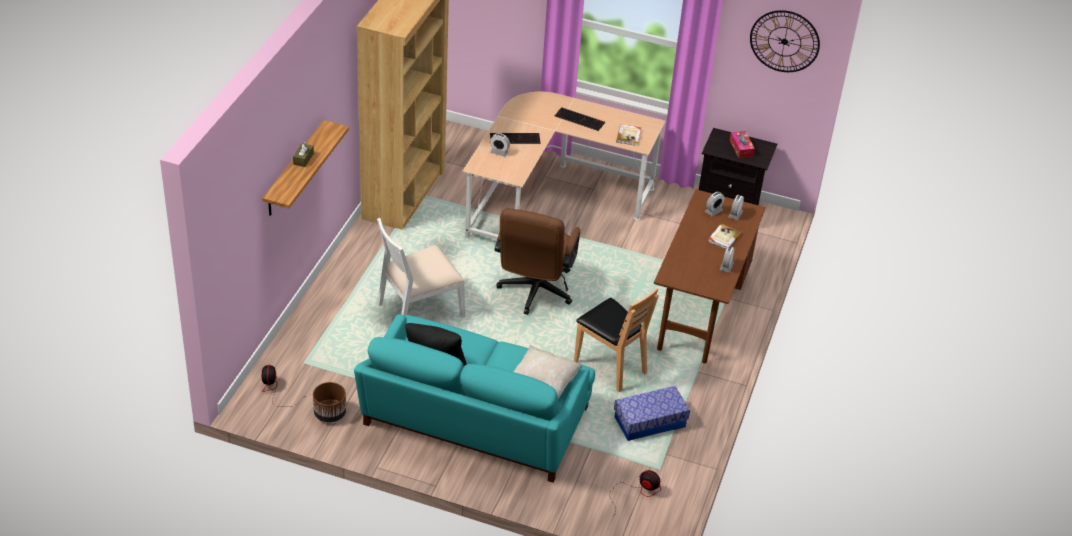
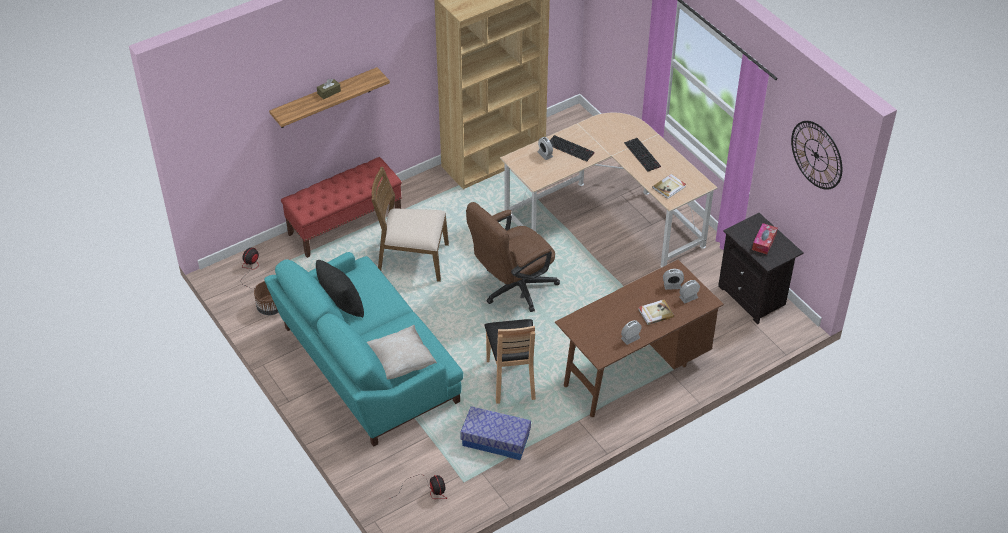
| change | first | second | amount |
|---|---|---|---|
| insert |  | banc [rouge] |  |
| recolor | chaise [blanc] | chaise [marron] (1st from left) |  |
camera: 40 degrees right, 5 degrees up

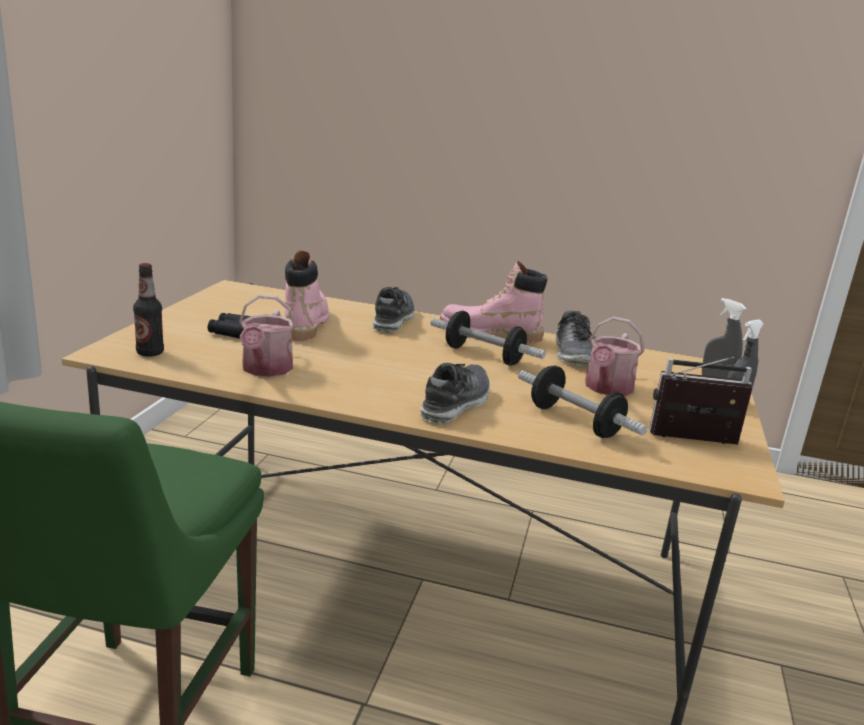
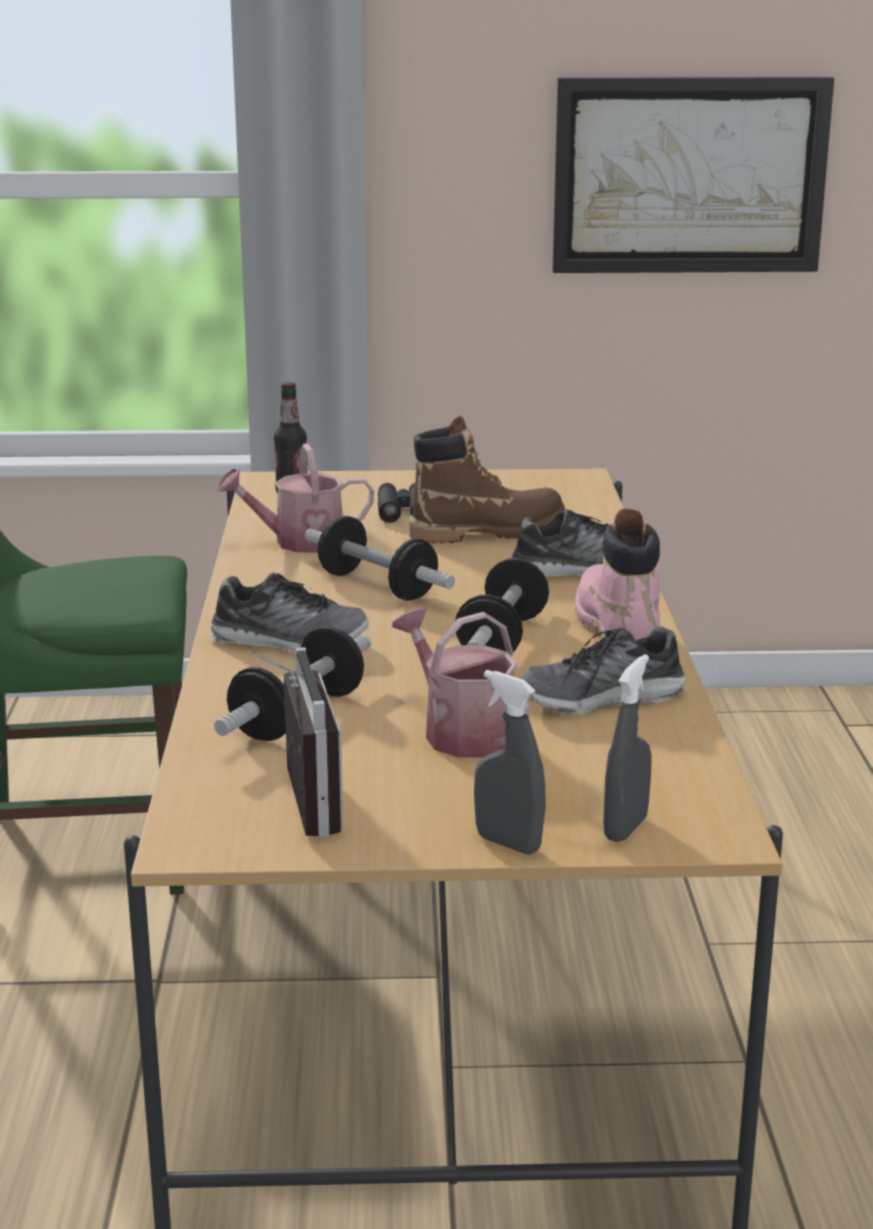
| change | first | second | amount |
|---|---|---|---|
| insert |  | haltère (2nd from left) |  |
| insert |  | tableau |  |
| recolor | botte [rose] (1st from left) | botte [marron] |  |
| rotate | arrosoir (2nd from left) |  | 45 degrees clockwise |
camera: 75 degrees right, 0 degrees up

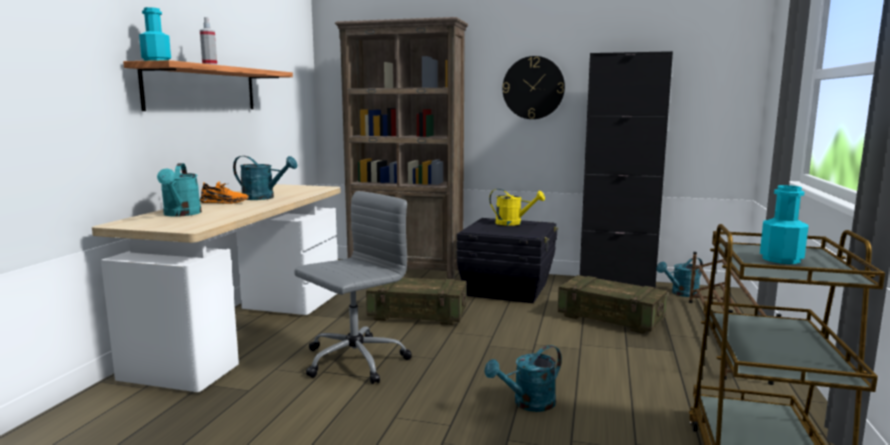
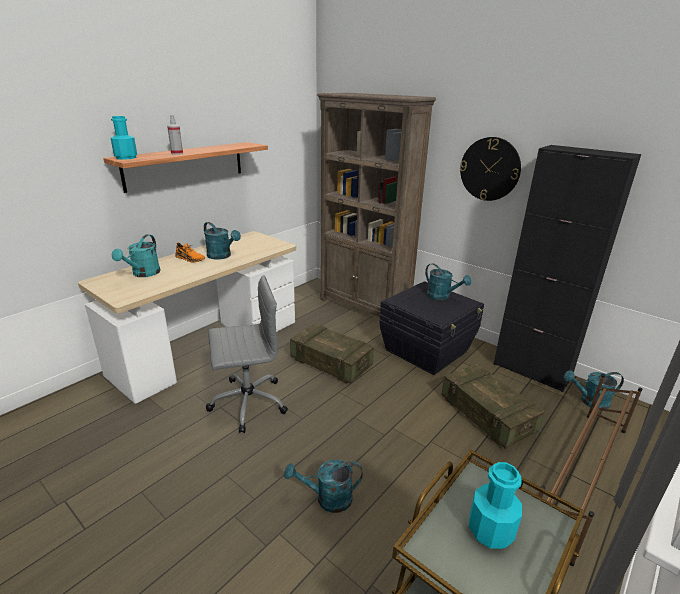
| change | first | second | amount |
|---|---|---|---|
| recolor | arrosoir [jaune] | arrosoir [turquoise] (4th from left) |  |
camera: 25 degrees right, 15 degrees up

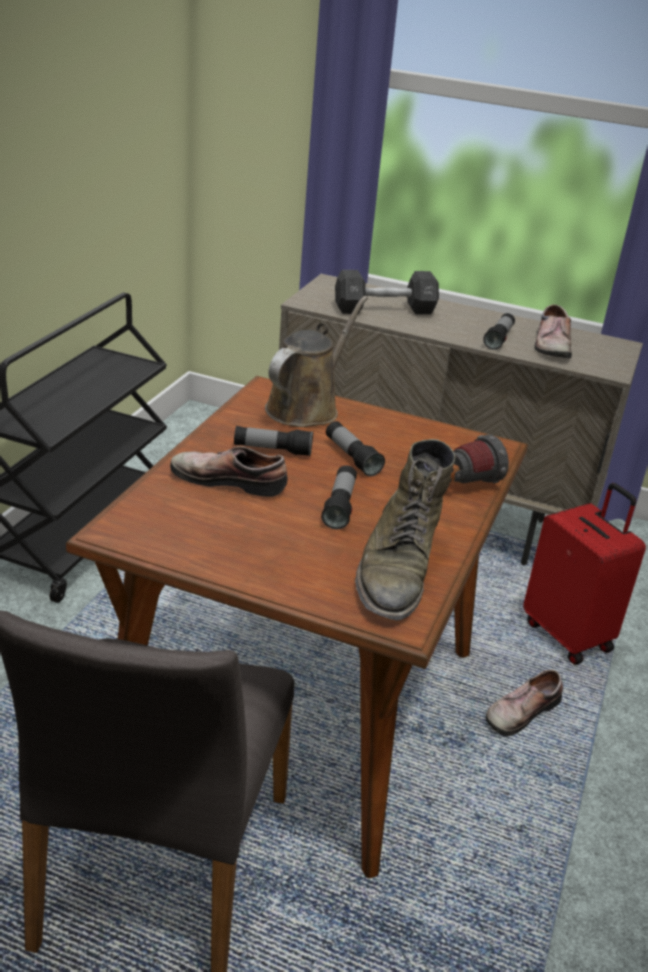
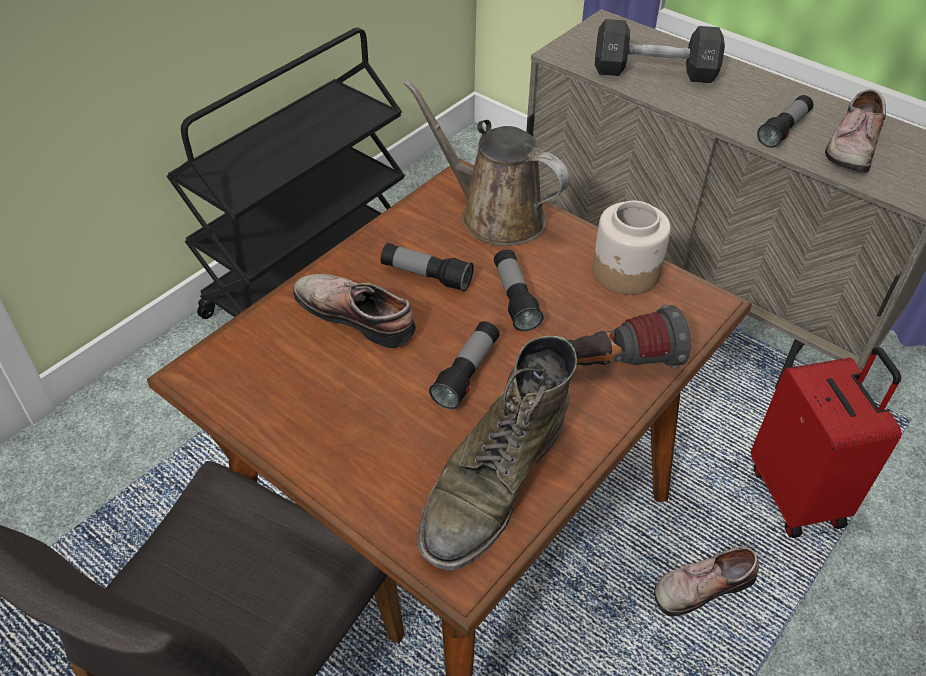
| change | first | second | amount |
|---|---|---|---|
| insert |  | bocal |  |
| rotate | arrosoir [marron] |  | 105 degrees counterclockwise |
camera: 20 degrees right, 15 degrees up

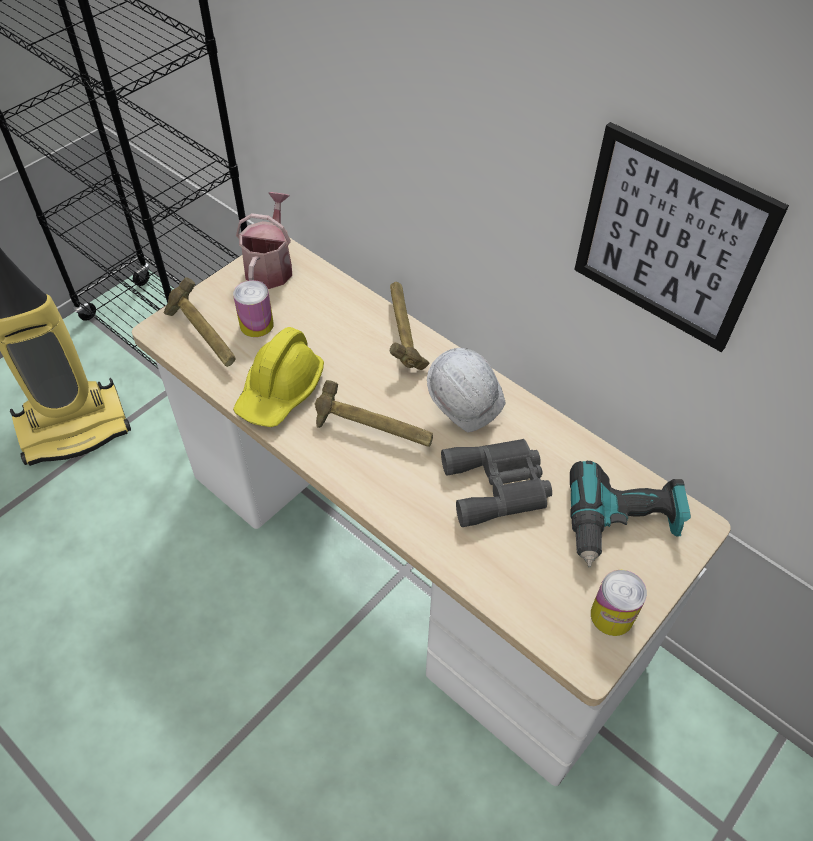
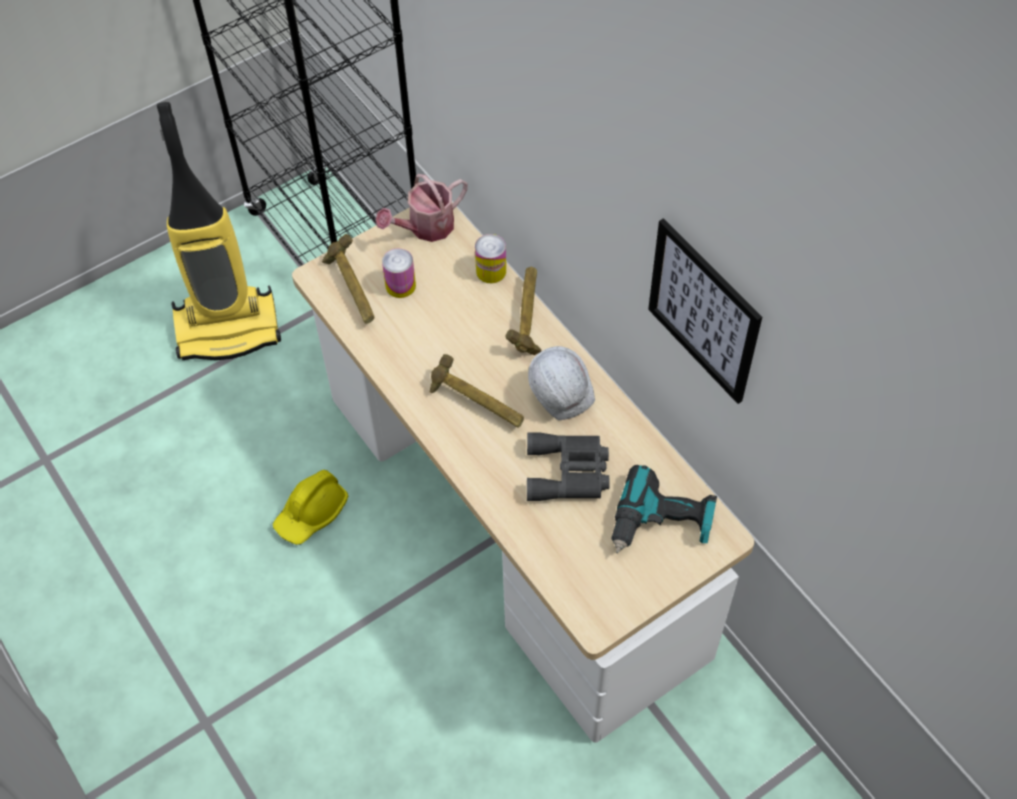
| change | first | second | amount |
|---|---|---|---|
| move | casque de chantier [jaune] |  |  |
| move | boîte métallique (2nd from left) |  |  |
| rotate | arrosoir |  | 150 degrees counterclockwise |
camera: 15 degrees right, 5 degrees up

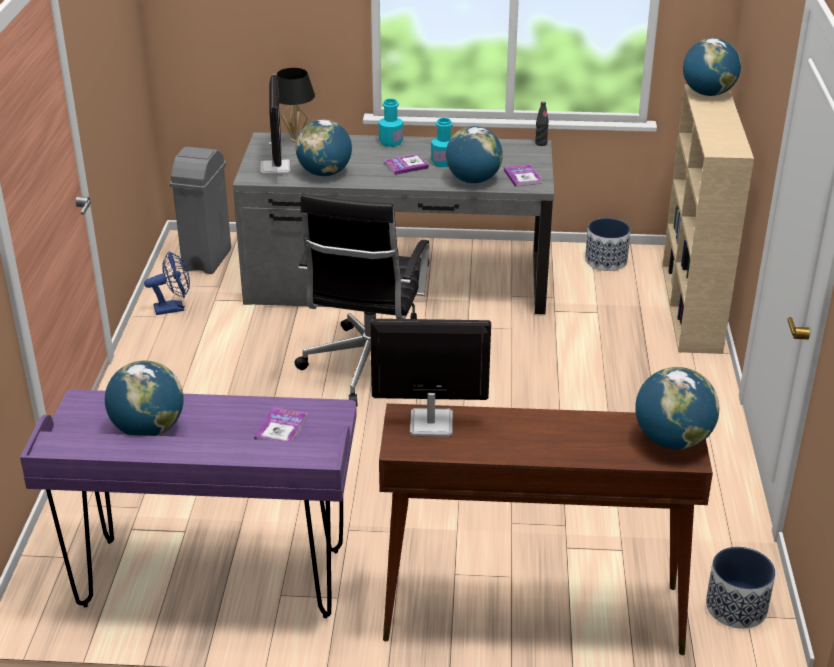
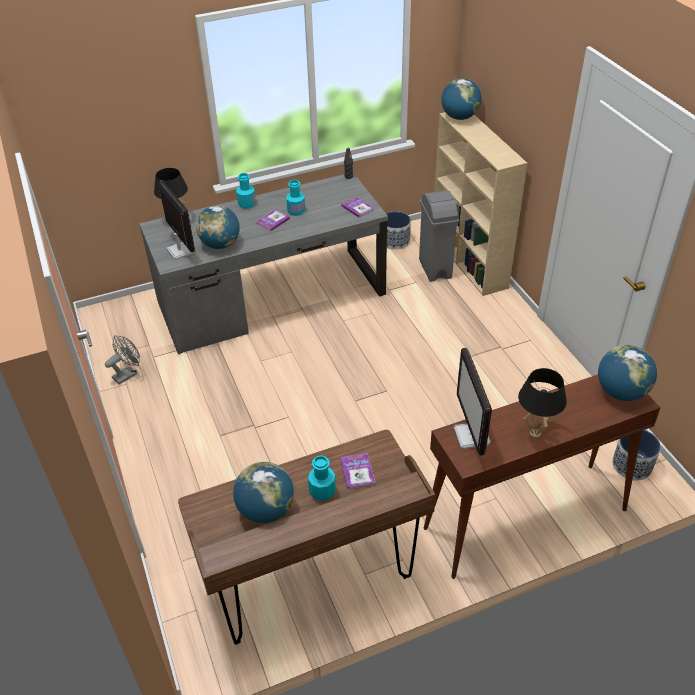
| change | first | second | amount |
|---|---|---|---|
| delete | chaise de bureau [noir] |  |  |
| delete | globe (3rd from left) |  |  |
| insert |  | bouteille [turquoise] (3rd from left) |  |
| insert |  | lampe de table [noir] (2nd from left) |  |
| move | poubelle [gris] |  |  |
| recolor | bureau [violet] | bureau [marron] |  |
| recolor | ventilateur [bleu] | ventilateur [gris] |  |
| rotate | écran d'ordinateur (2nd from left) |  | 75 degrees counterclockwise |
camera: 25 degrees left, 10 degrees up

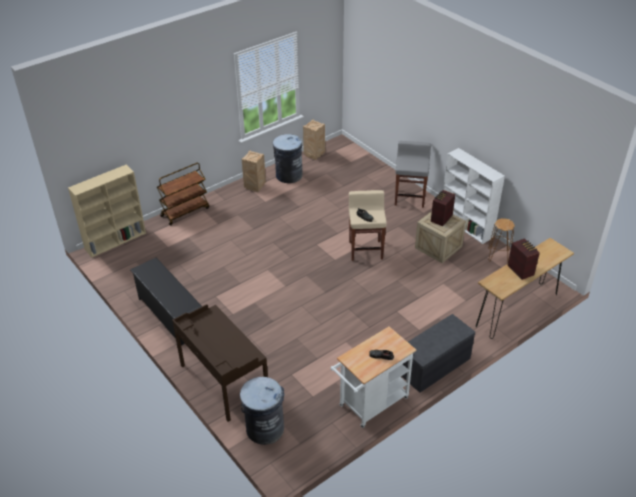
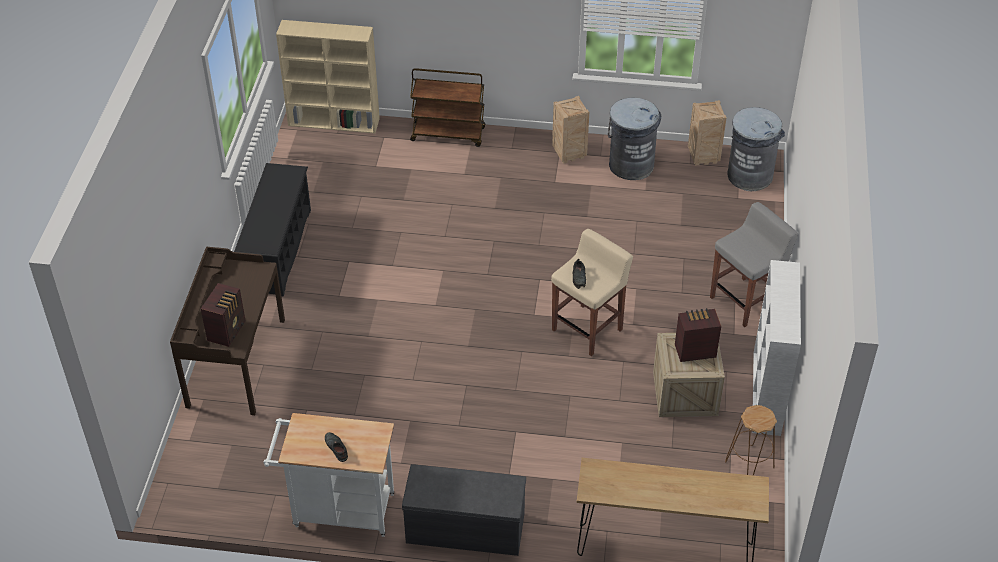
| change | first | second | amount |
|---|---|---|---|
| move | poubelle [gris] (1st from left in the first image) | poubelle [gris] (2nd from left) |  |
| move | radio (2nd from left in the first image) | radio (1st from left) |  |
camera: 45 degrees right, 5 degrees up

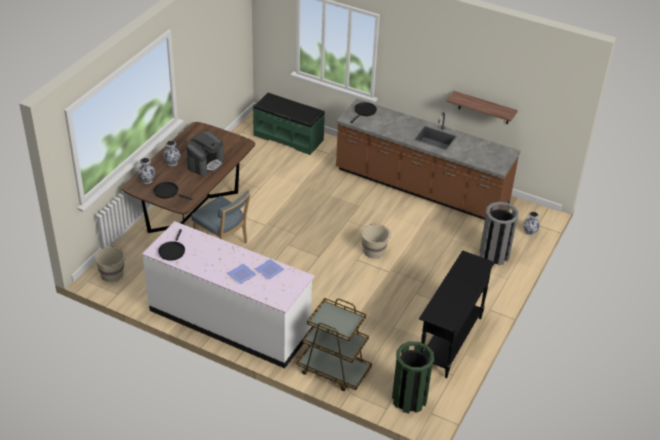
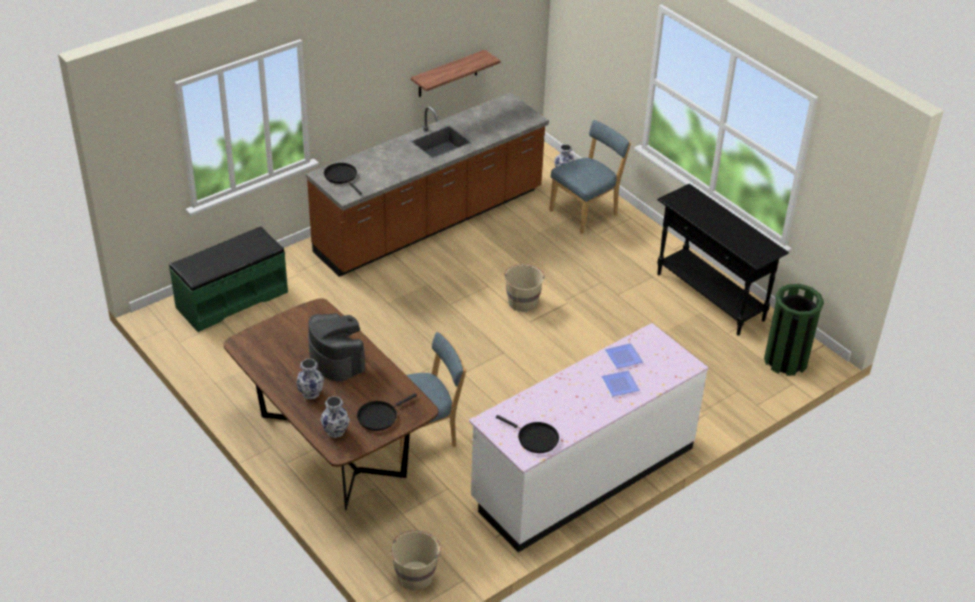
| change | first | second | amount |
|---|---|---|---|
| delete | chariot [marron] |  |  |
| replace | poubelle [gris] | chaise [bleu] (2nd from left) |  |
camera: 65 degrees left, 0 degrees up

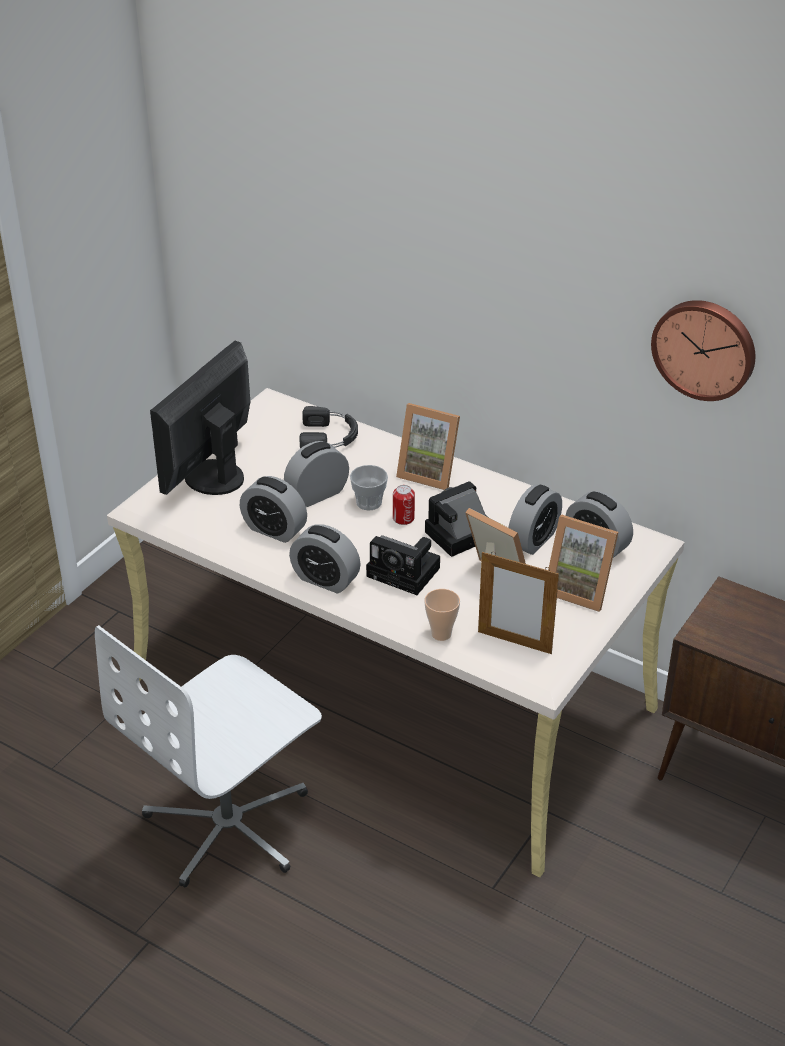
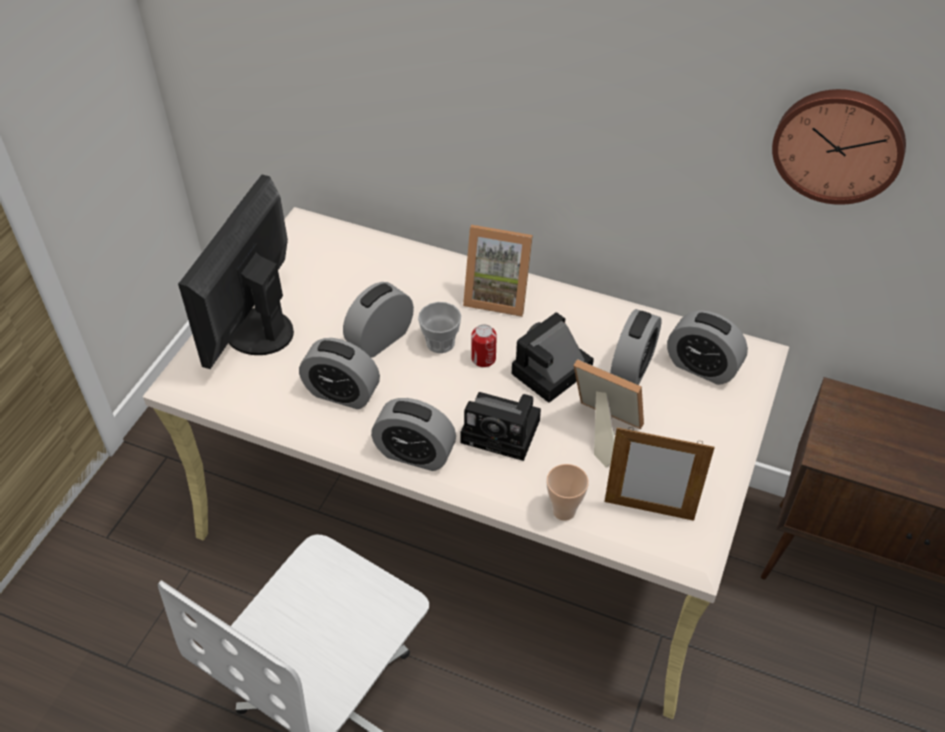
| change | first | second | amount |
|---|---|---|---|
| delete | casque audio [noir] |  |  |
| delete | cadre photo (4th from left) |  |  |
camera: 10 degrees left, 10 degrees up

